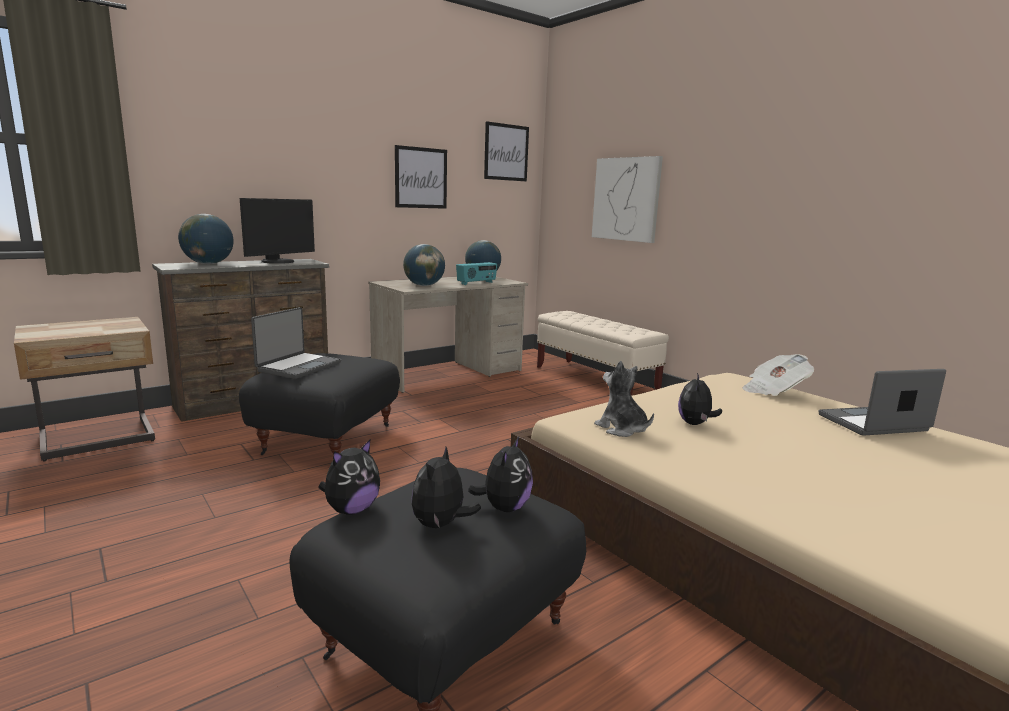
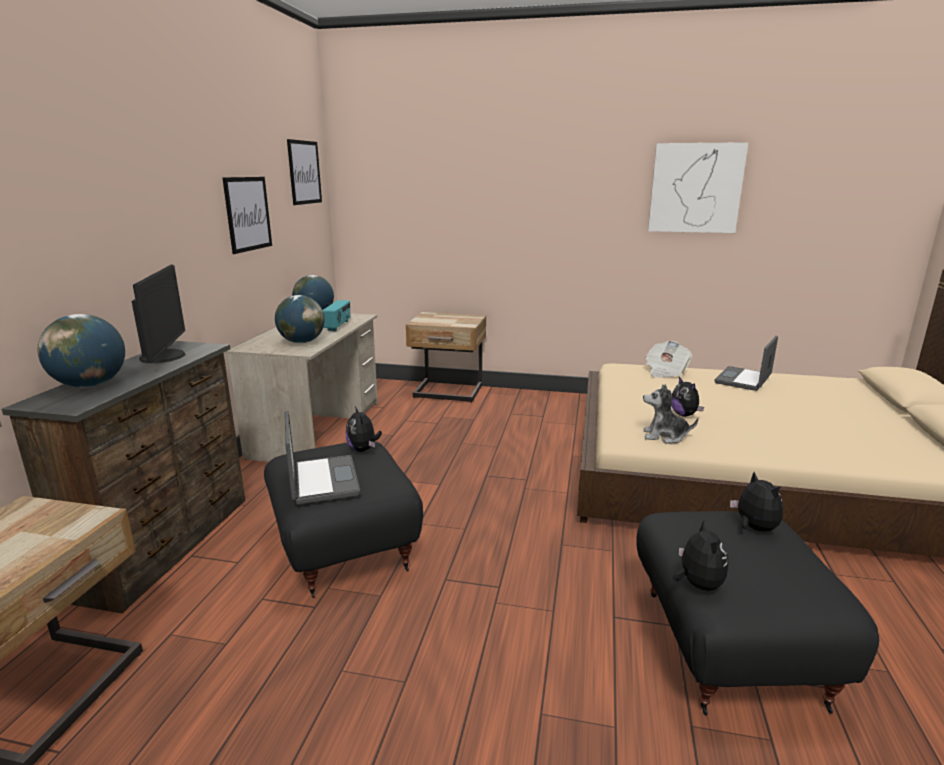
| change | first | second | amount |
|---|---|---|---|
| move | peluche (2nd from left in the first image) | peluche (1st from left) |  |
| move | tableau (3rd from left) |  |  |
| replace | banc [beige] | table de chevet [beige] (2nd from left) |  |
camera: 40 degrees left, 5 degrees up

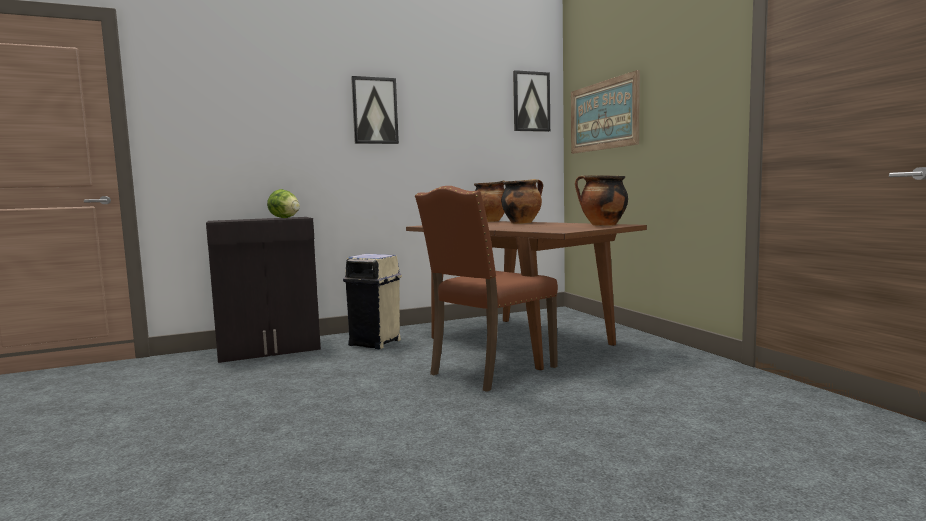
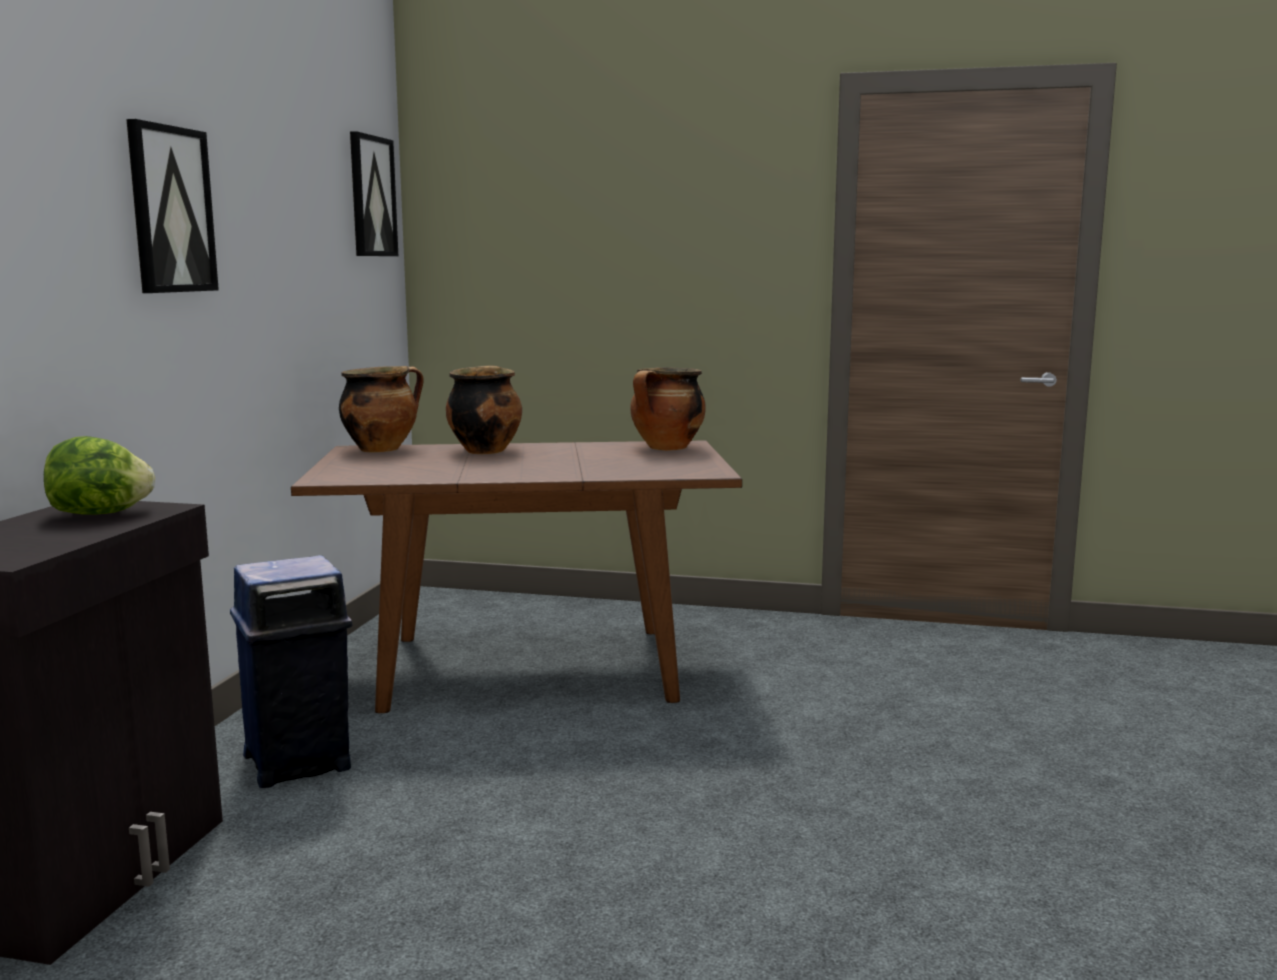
| change | first | second | amount |
|---|---|---|---|
| delete | chaise [marron] |  |  |
| delete | tableau (3rd from left) |  |  |
| recolor | poubelle [beige] | poubelle [bleu] |  |
camera: 55 degrees left, 5 degrees up

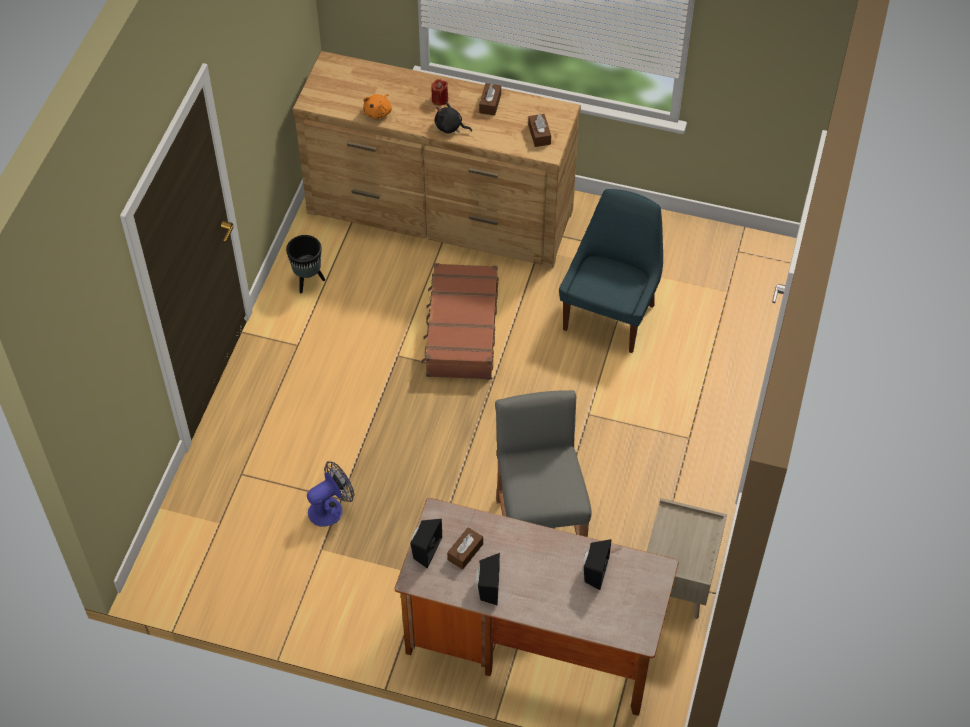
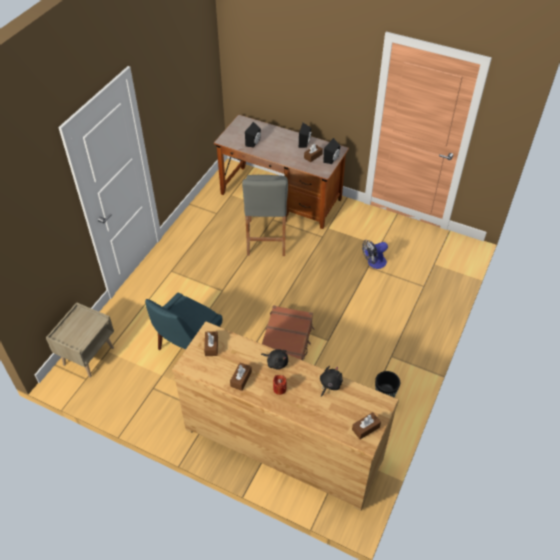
| change | first | second | amount |
|---|---|---|---|
| insert |  | boîte à mouchoirs [marron] (4th from left) |  |
| move | table de chevet [beige] |  |  |
| recolor | peluche [orange] | peluche [noir] (2nd from left) |  |
camera: 170 degrees left, 5 degrees down

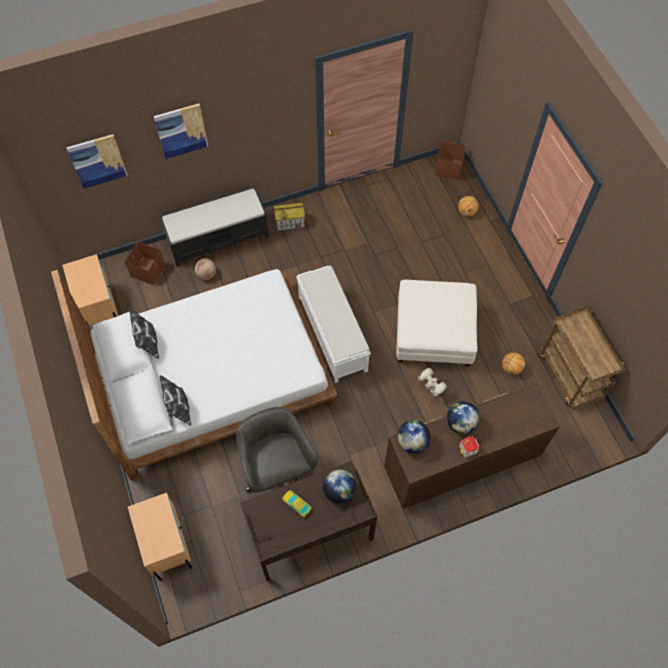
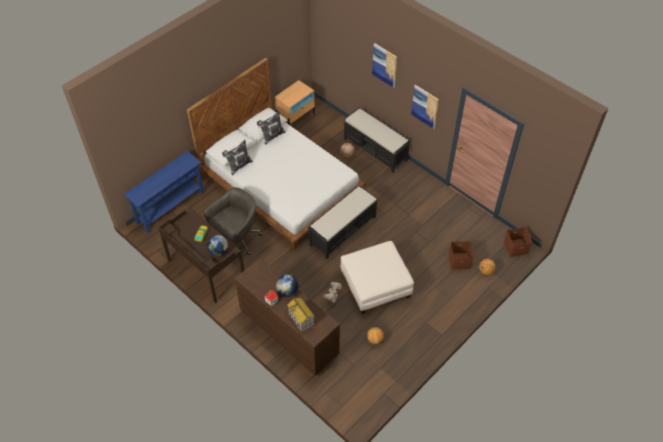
| change | first | second | amount |
|---|---|---|---|
| delete | globe (2nd from left) |  |  |
| delete | chariot [marron] |  |  |
| move | tableau (1st from left in the first image) | tableau (2nd from left) |  |
| move | boîte de rangement [marron] (1st from left) |  |  |
| move | maison miniature (1st from left in the first image) | maison miniature (2nd from left) |  |
| replace | table de chevet [beige] (2nd from left) | table console [bleu] |  |
| recolor | banc [blanc] | banc [noir] (1st from left) |  |
camera: 65 degrees right, 10 degrees down

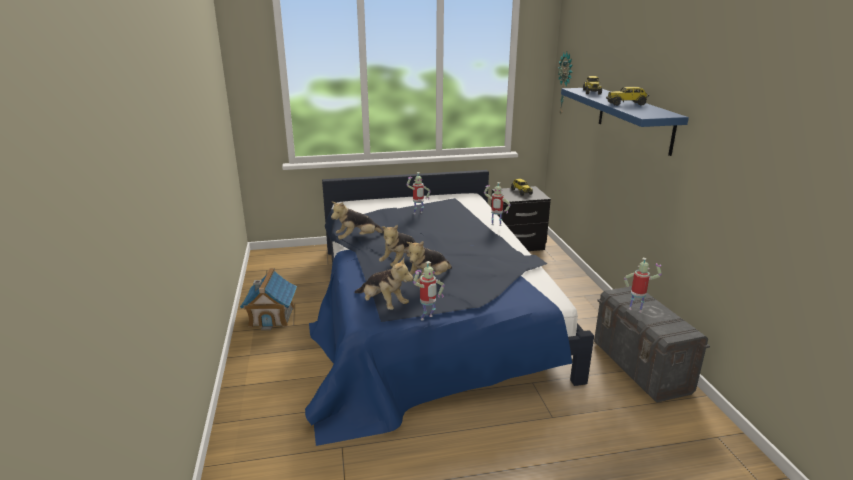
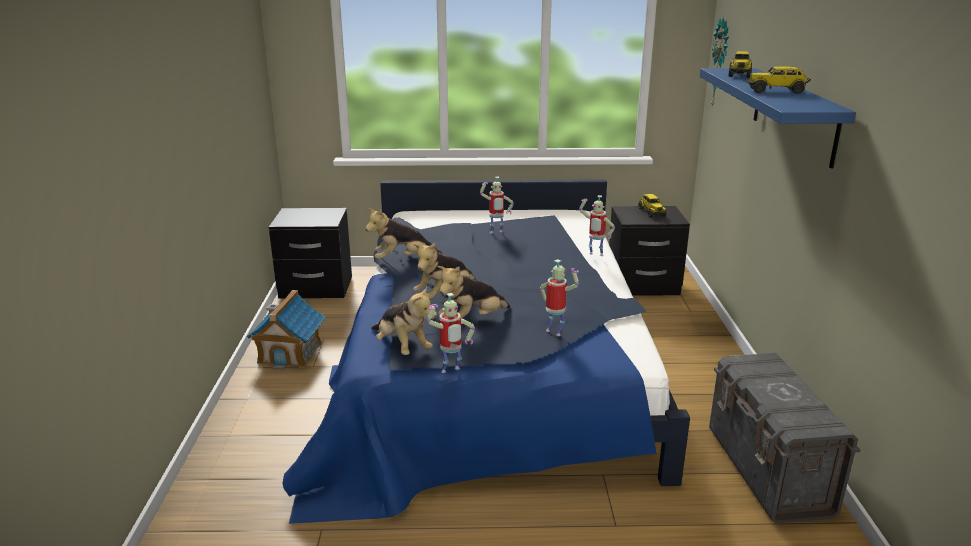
| change | first | second | amount |
|---|---|---|---|
| insert |  | table de chevet [noir] (1st from left) |  |
| move | robot jouet (4th from left in the first image) | robot jouet (3rd from left) |  |
camera: 10 degrees right, 0 degrees up

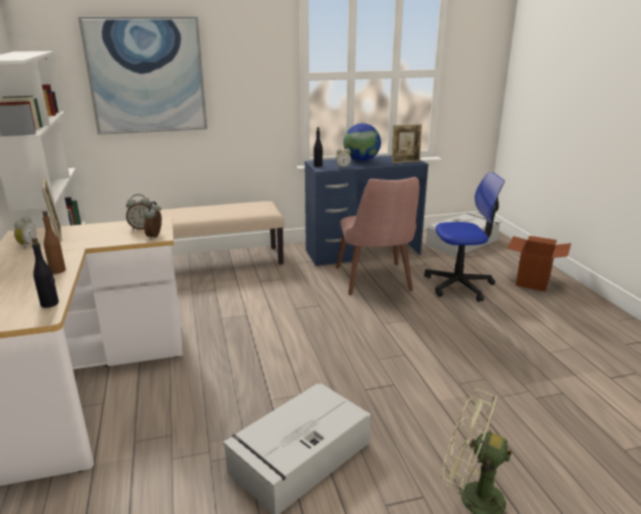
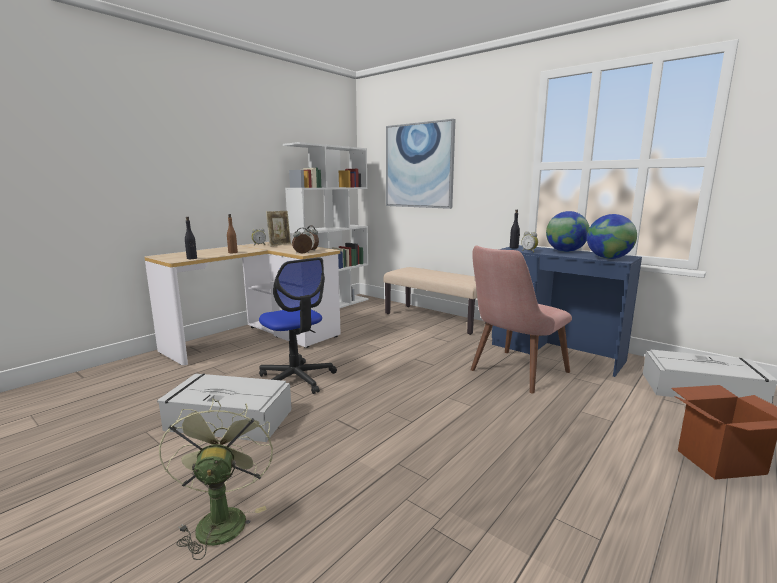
| change | first | second | amount |
|---|---|---|---|
| move | chaise de bureau |  |  |
| replace | cadre photo (2nd from left) | globe (2nd from left) |  |
camera: 55 degrees right, 10 degrees down

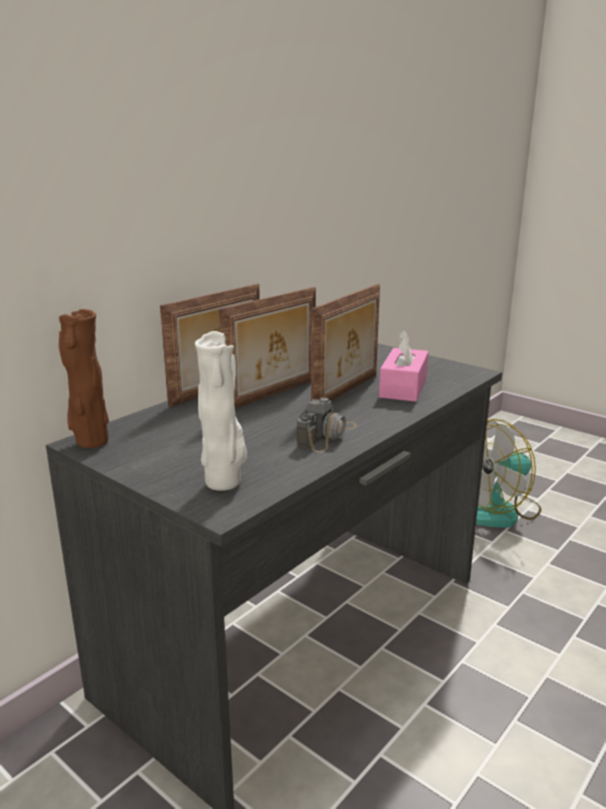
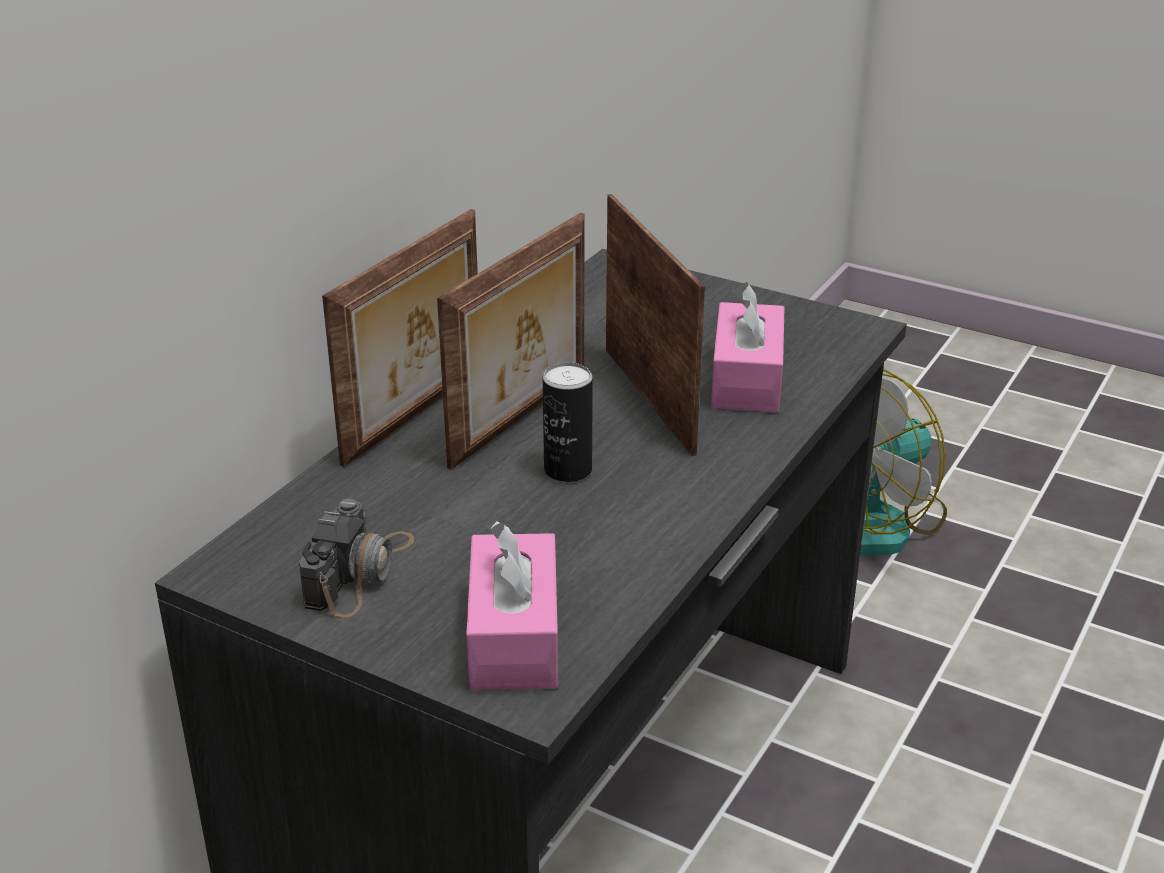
| change | first | second | amount |
|---|---|---|---|
| delete | vase [marron] |  |  |
| insert |  | boîte métallique |  |
| move | appareil photo |  |  |
| replace | vase [blanc] | boîte à mouchoirs [rose] (1st from left) |  |
| rotate | cadre photo (3rd from left) |  | 45 degrees counterclockwise |
camera: 10 degrees left, 10 degrees up

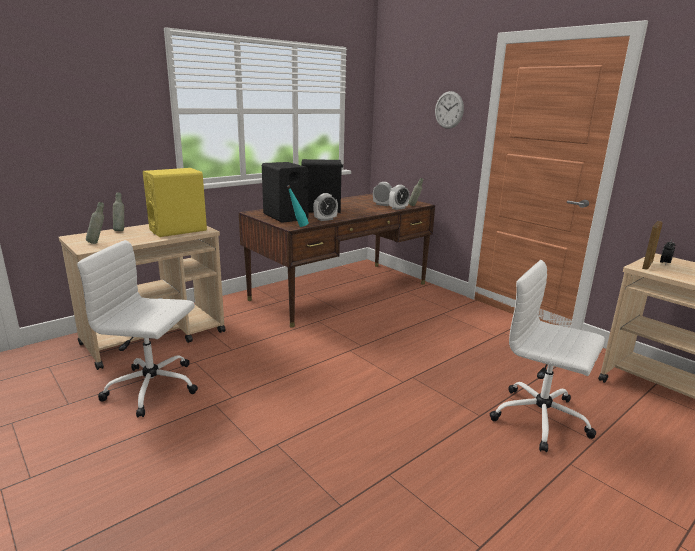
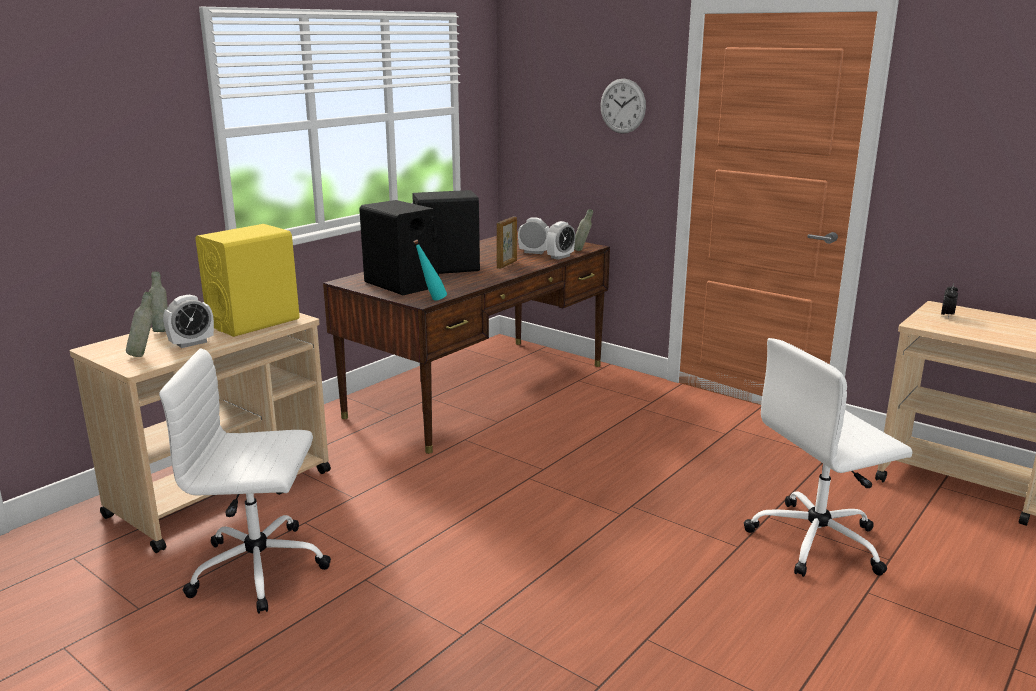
| change | first | second | amount |
|---|---|---|---|
| move | réveil (1st from left) |  |  |
| move | cadre photo |  |  |
| rotate | chaise de bureau [blanc] (2nd from left) |  | 45 degrees counterclockwise |
camera: 10 degrees left, 0 degrees up

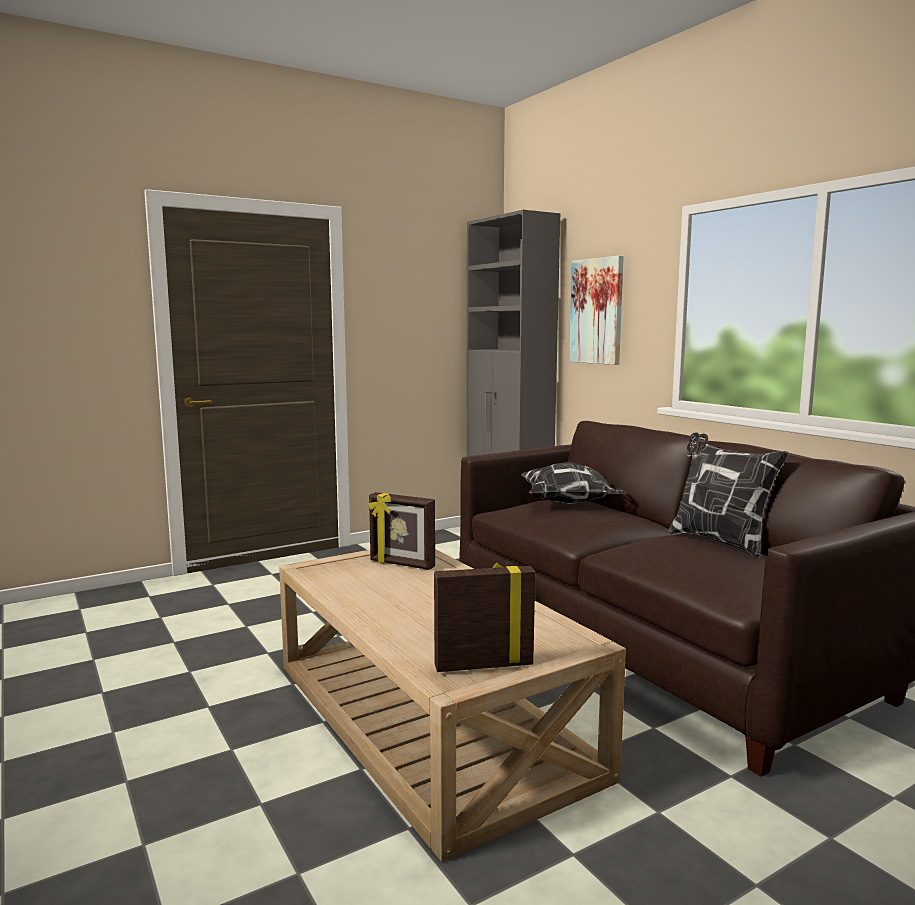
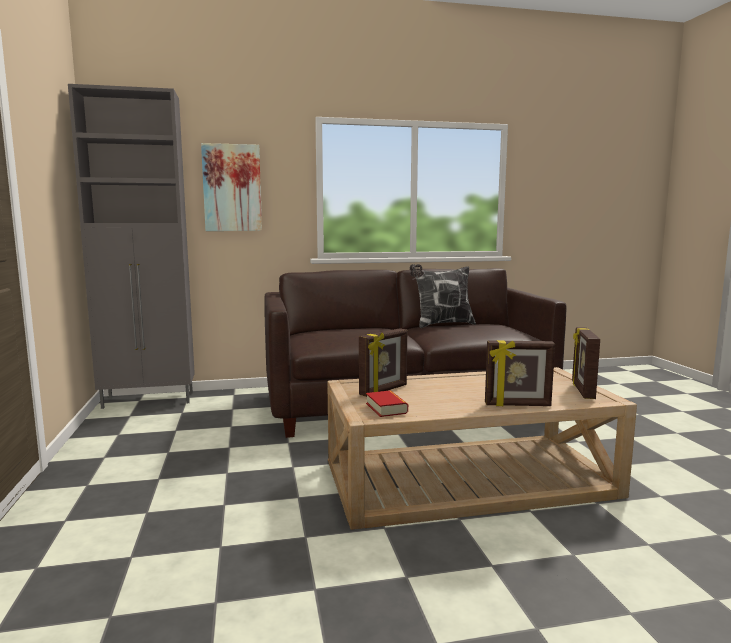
| change | first | second | amount |
|---|---|---|---|
| delete | coussin (1st from left) |  |  |
| insert |  | livre |  |
| insert |  | cadre photo (2nd from left) |  |
camera: 70 degrees left, 0 degrees up

